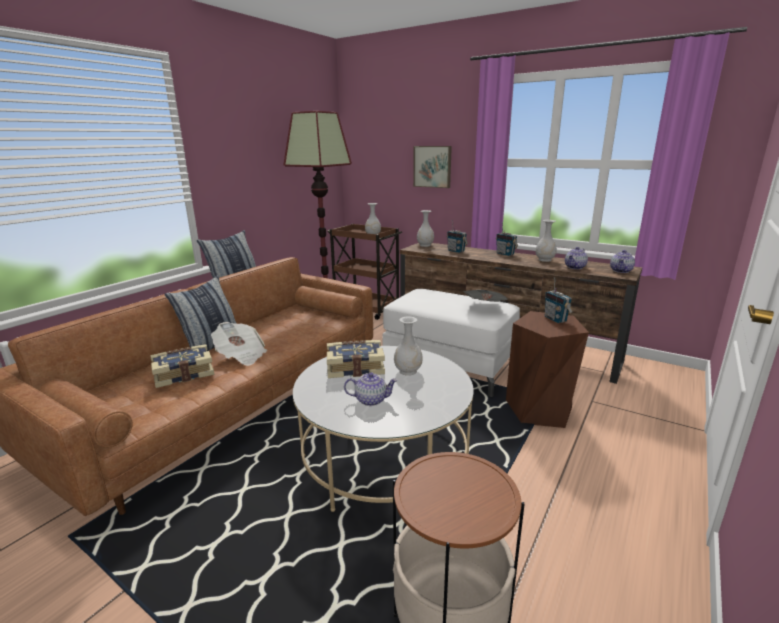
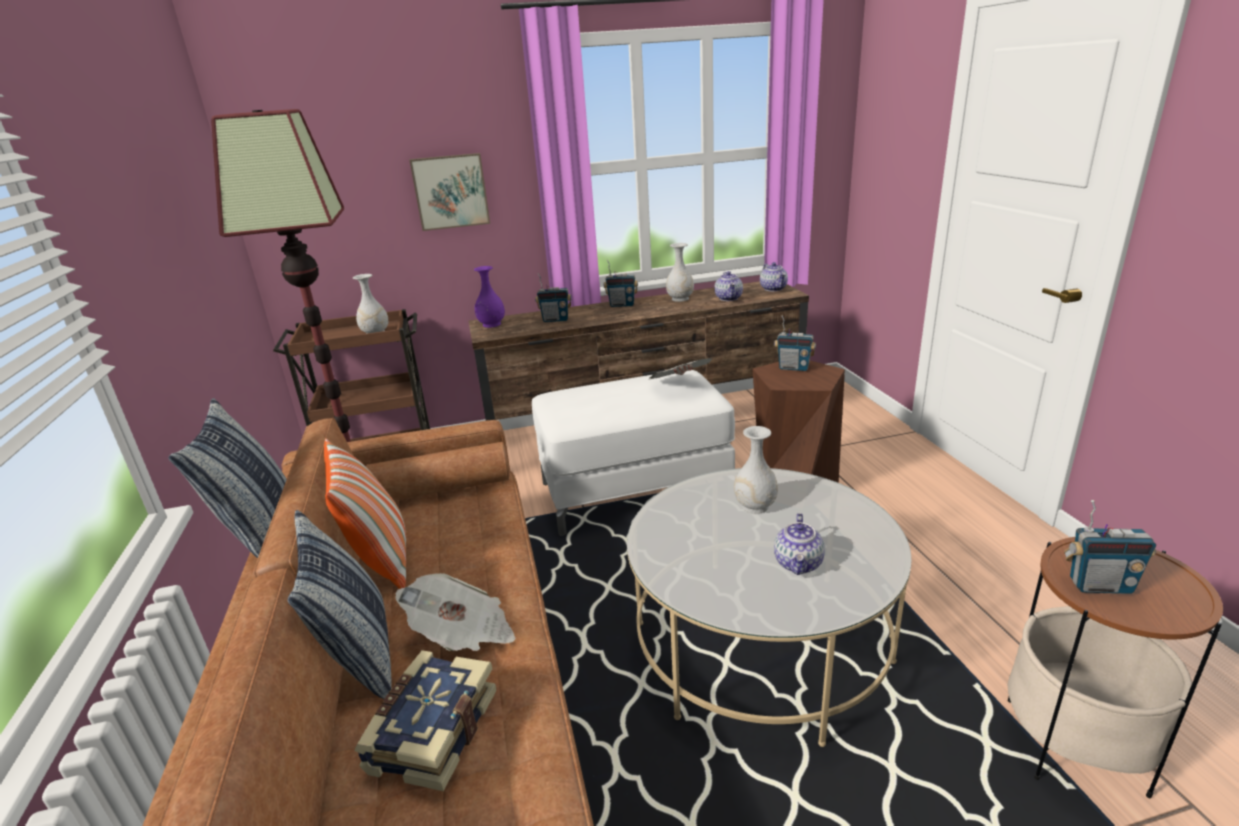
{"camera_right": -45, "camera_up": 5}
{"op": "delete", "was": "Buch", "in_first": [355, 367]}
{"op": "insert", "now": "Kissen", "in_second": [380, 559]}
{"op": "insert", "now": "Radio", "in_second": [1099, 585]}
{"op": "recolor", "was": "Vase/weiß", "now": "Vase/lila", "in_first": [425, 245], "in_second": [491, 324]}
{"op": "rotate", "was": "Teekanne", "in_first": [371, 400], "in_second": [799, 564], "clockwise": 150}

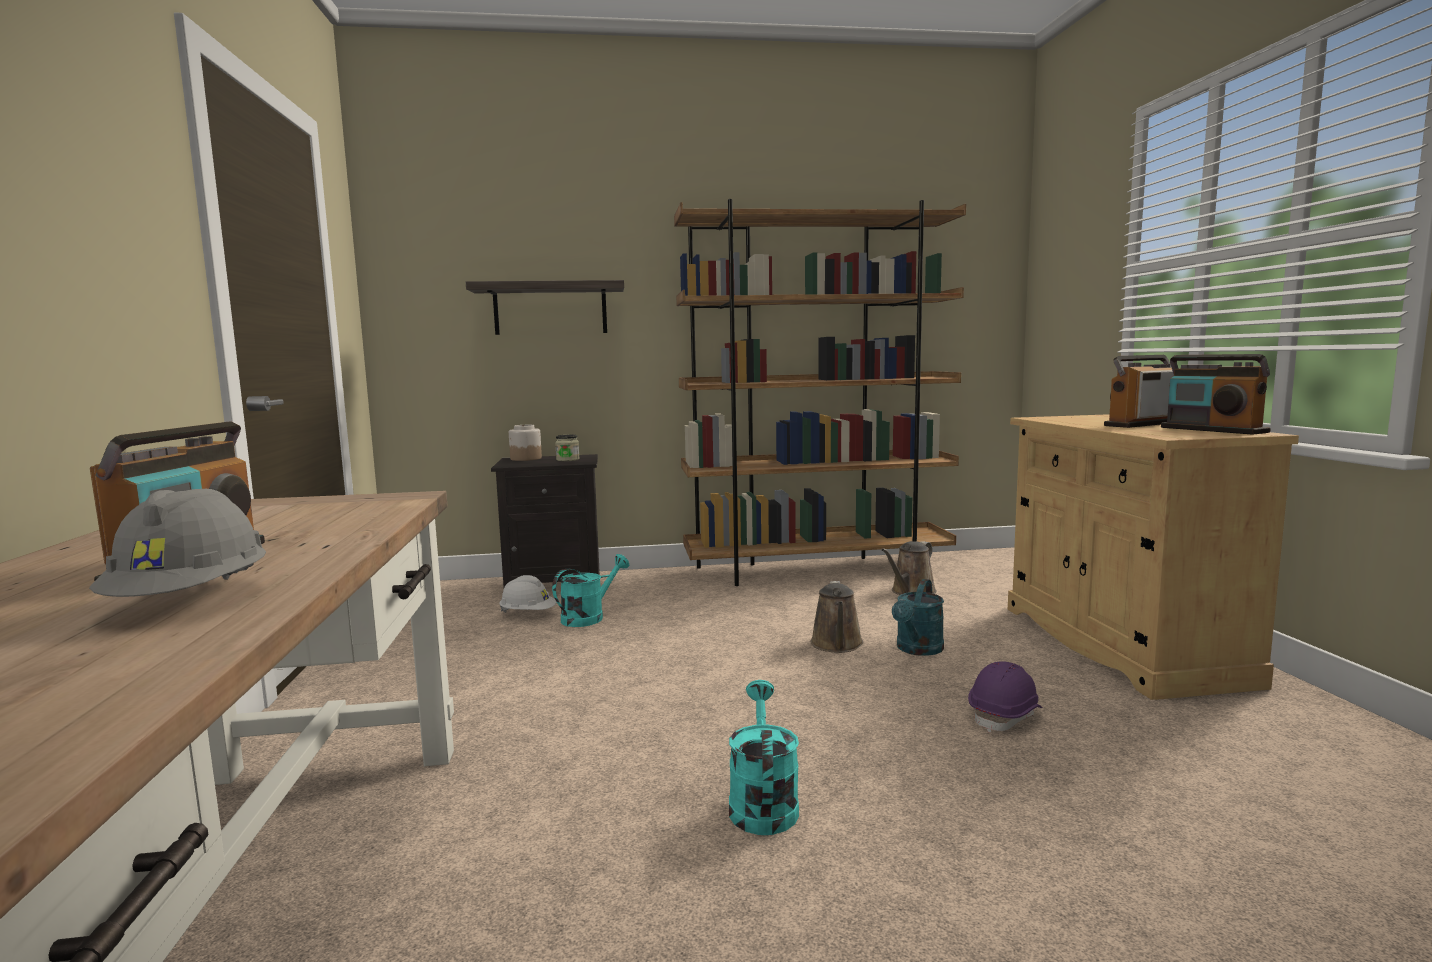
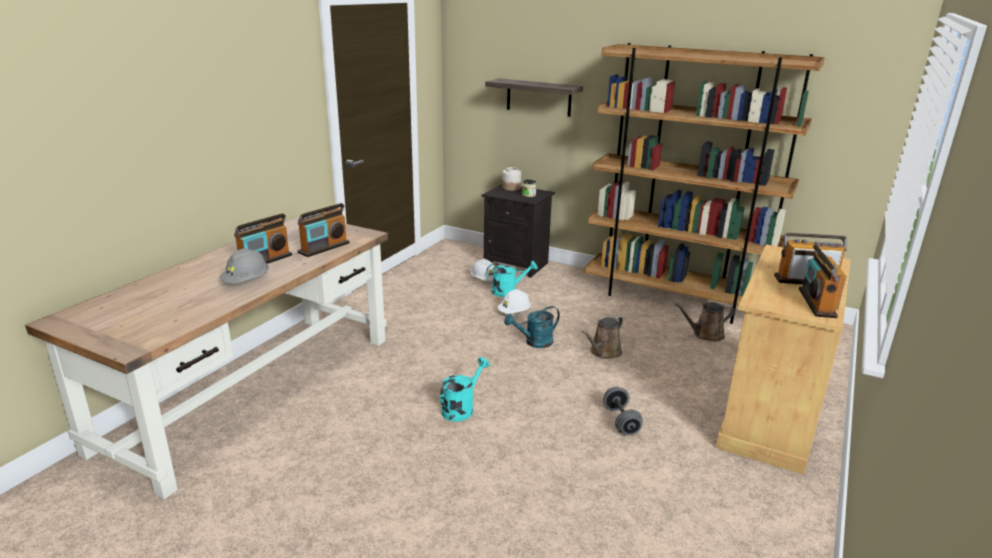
{"camera_right": 35, "camera_up": 15}
{"op": "insert", "now": "Radio", "in_second": [324, 248]}
{"op": "insert", "now": "Schutzhelm/weiß", "in_second": [514, 312]}
{"op": "move", "was": "Gießkanne/türkis", "in_first": [917, 650], "in_second": [534, 342]}
{"op": "replace", "was": "Schutzhelm/lila", "now": "Hantel/grau", "in_first": [1005, 716], "in_second": [621, 421]}

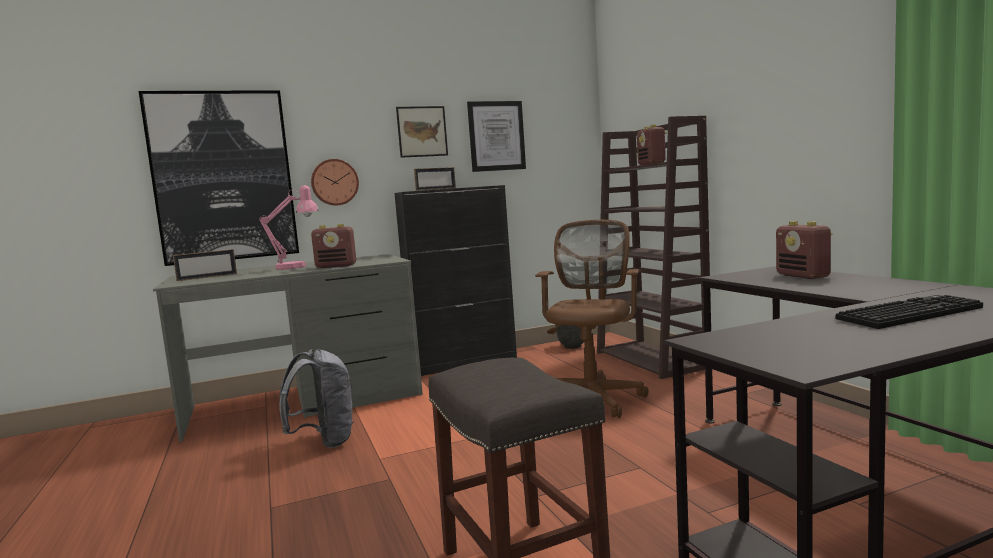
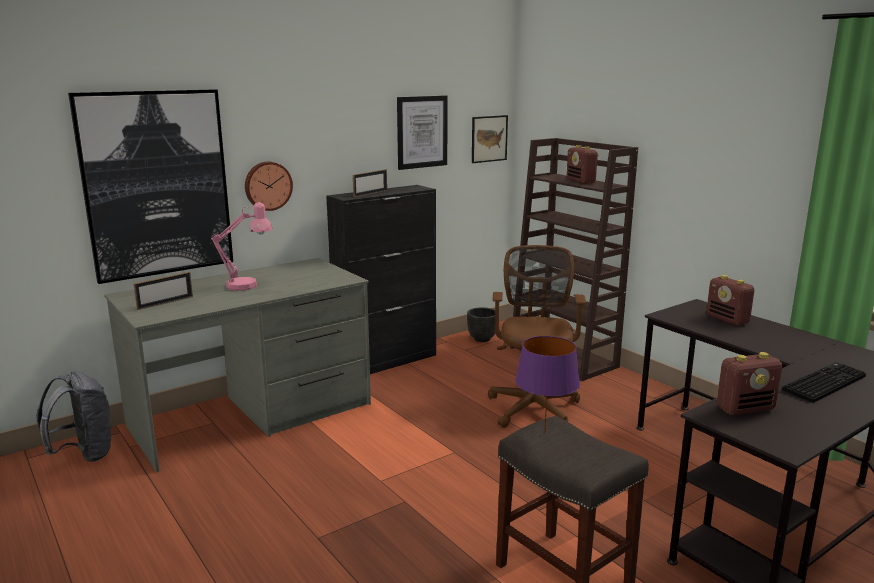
{"camera_right": -15, "camera_up": 10}
{"op": "insert", "now": "Tischlampe/lila", "in_second": [545, 434]}
{"op": "move", "was": "Rucksack/grau", "in_first": [324, 441], "in_second": [84, 454]}
{"op": "move", "was": "Radio", "in_first": [336, 266], "in_second": [745, 409]}
{"op": "move", "was": "Bild", "in_first": [422, 131], "in_second": [489, 138]}

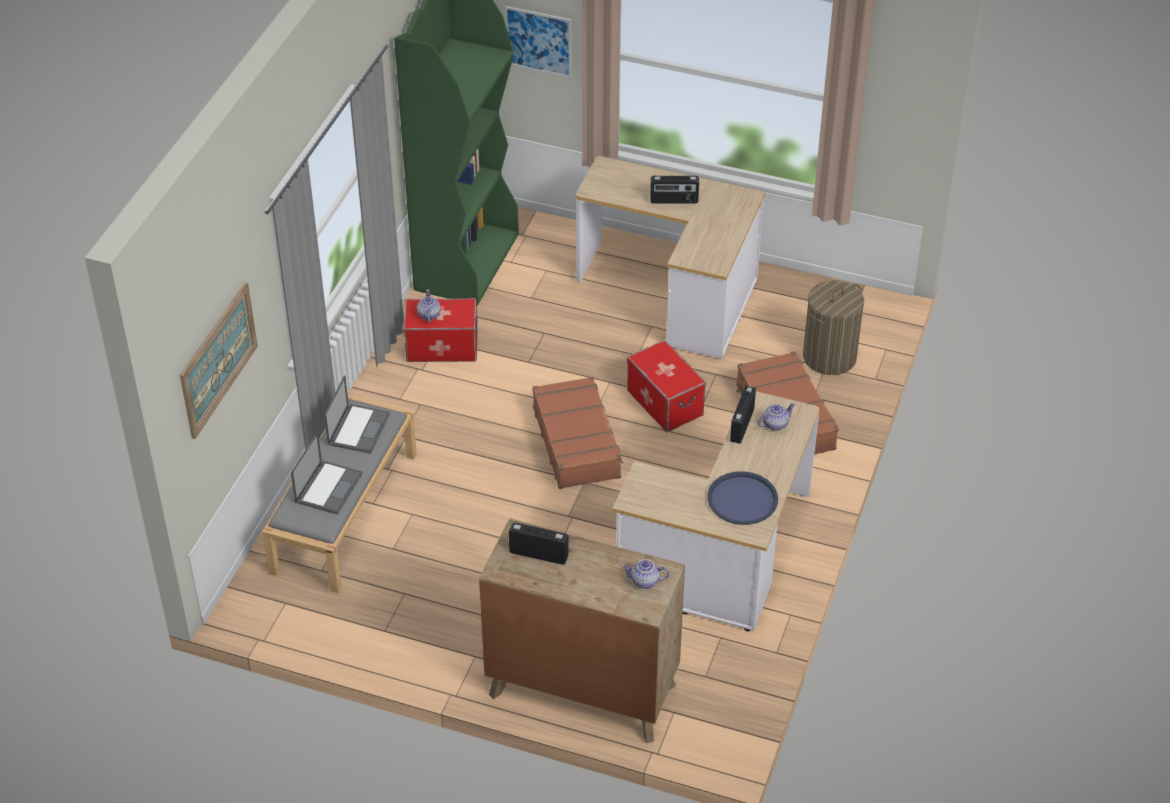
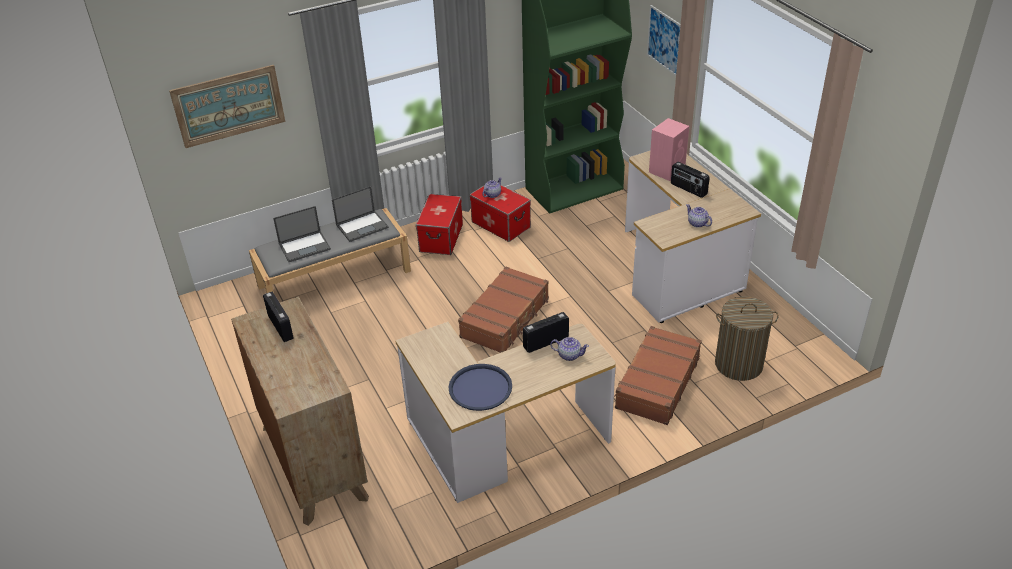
{"camera_right": 45, "camera_up": -5}
{"op": "insert", "now": "Lautsprecher/rosa", "in_second": [667, 170]}
{"op": "move", "was": "Teekanne", "in_first": [645, 581], "in_second": [697, 223]}
{"op": "move", "was": "Aufbewahrungsbox", "in_first": [665, 402], "in_second": [441, 238]}

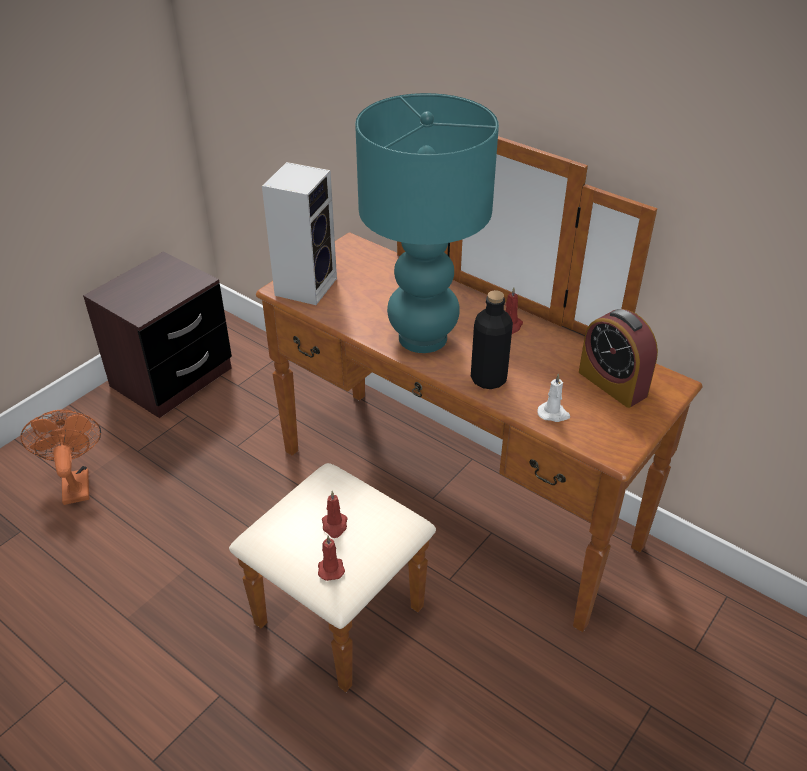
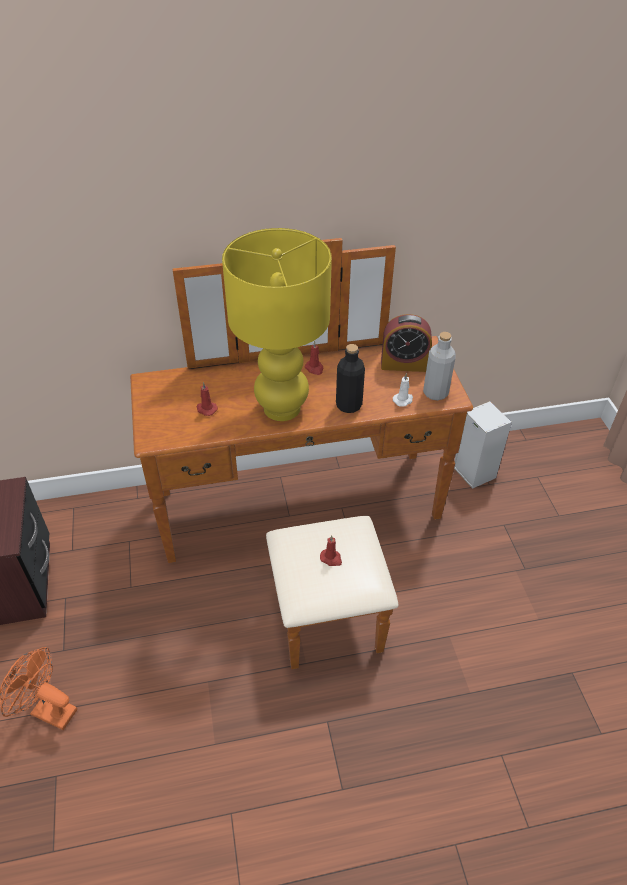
{"camera_right": -50, "camera_up": 5}
{"op": "insert", "now": "Flasche/grau", "in_second": [435, 393]}
{"op": "move", "was": "Lautsprecher", "in_first": [306, 285], "in_second": [472, 471]}
{"op": "move", "was": "Kerze/rot", "in_first": [330, 568], "in_second": [206, 409]}
{"op": "recolor", "was": "Tischlampe/türkis", "now": "Tischlampe/gelb", "in_first": [423, 337], "in_second": [281, 408]}

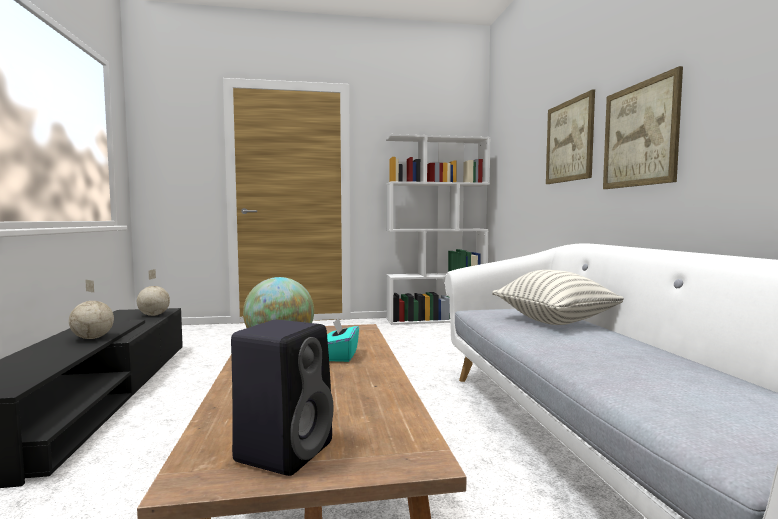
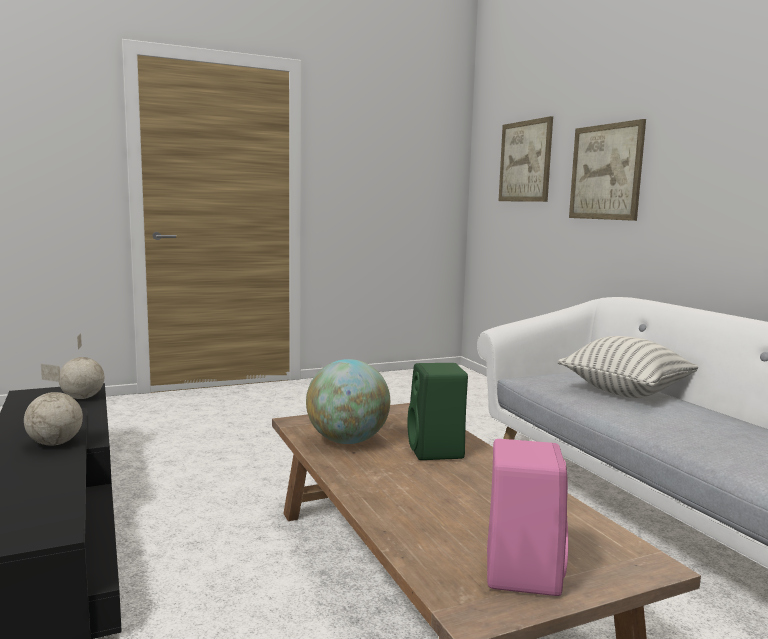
{"camera_right": -15, "camera_up": 5}
{"op": "delete", "was": "Bücherregal/weiß", "in_first": [436, 319]}
{"op": "move", "was": "Bild", "in_first": [639, 135], "in_second": [525, 161]}
{"op": "replace", "was": "Taschentuchbox/türkis", "now": "Lautsprecher/grün", "in_first": [341, 356], "in_second": [436, 451]}
{"op": "recolor", "was": "Lautsprecher/schwarz", "now": "Lautsprecher/rosa", "in_first": [285, 450], "in_second": [521, 571]}

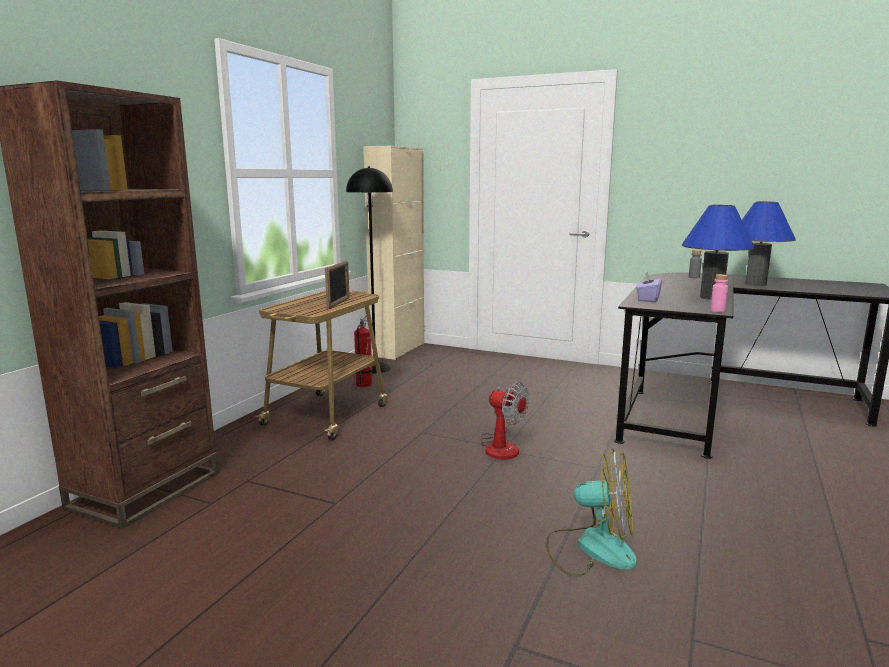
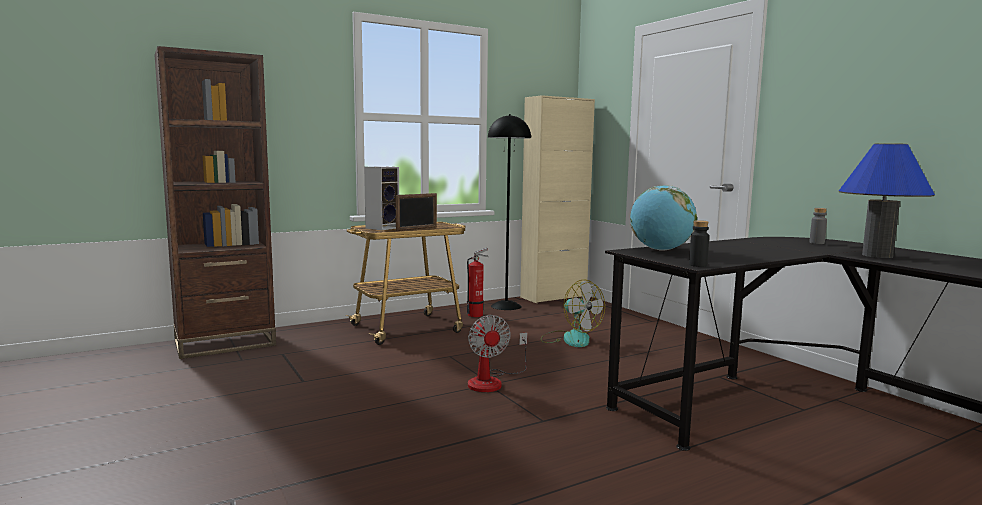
{"camera_right": 35, "camera_up": -5}
{"op": "delete", "was": "Tischlampe/blau", "in_first": [711, 297]}
{"op": "insert", "now": "Lautsprecher", "in_second": [383, 228]}
{"op": "move", "was": "Ventilator", "in_first": [591, 548], "in_second": [570, 338]}
{"op": "replace", "was": "Taschentuchbox/lila", "now": "Globus", "in_first": [647, 299], "in_second": [661, 250]}
{"op": "recolor", "was": "Flasche/rosa", "now": "Flasche/schwarz", "in_first": [717, 310], "in_second": [698, 265]}

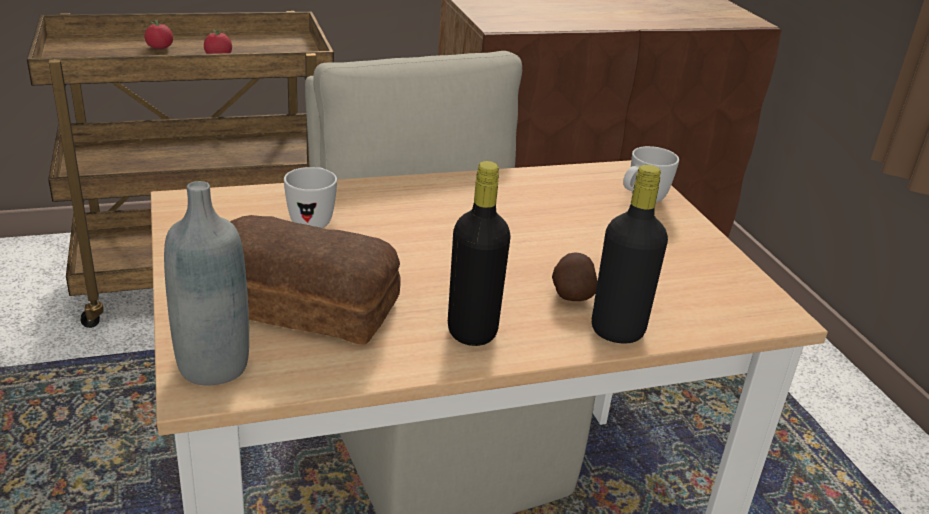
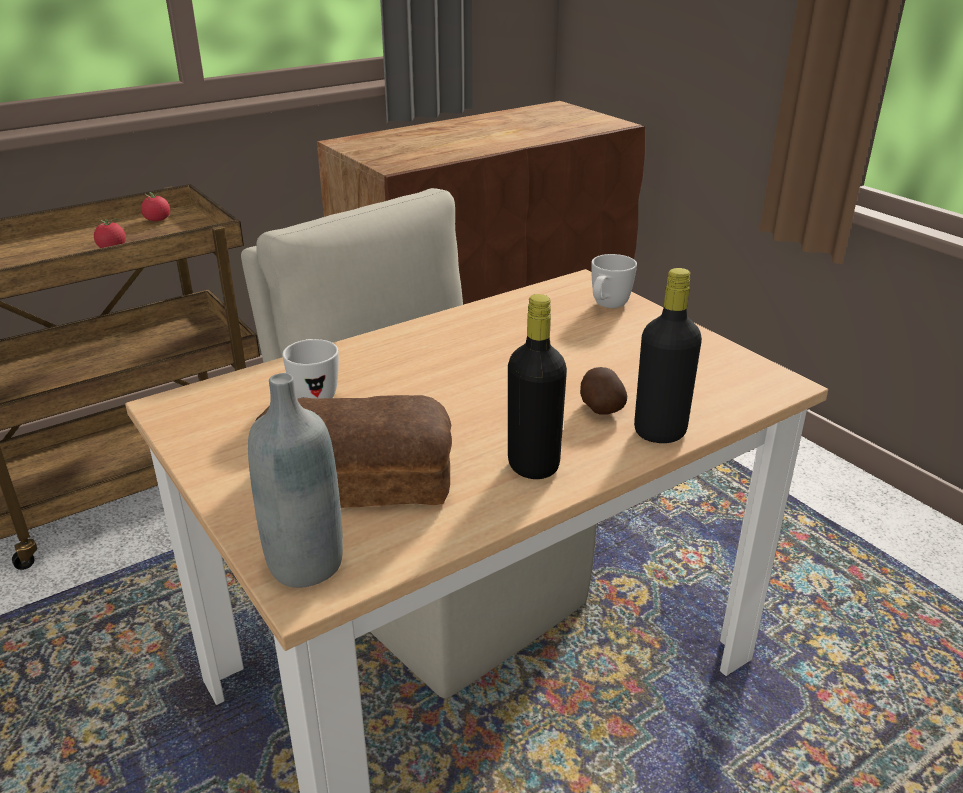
{"camera_right": -15, "camera_up": 0}
{"op": "move", "was": "Tomate", "in_first": [160, 48], "in_second": [157, 220]}

